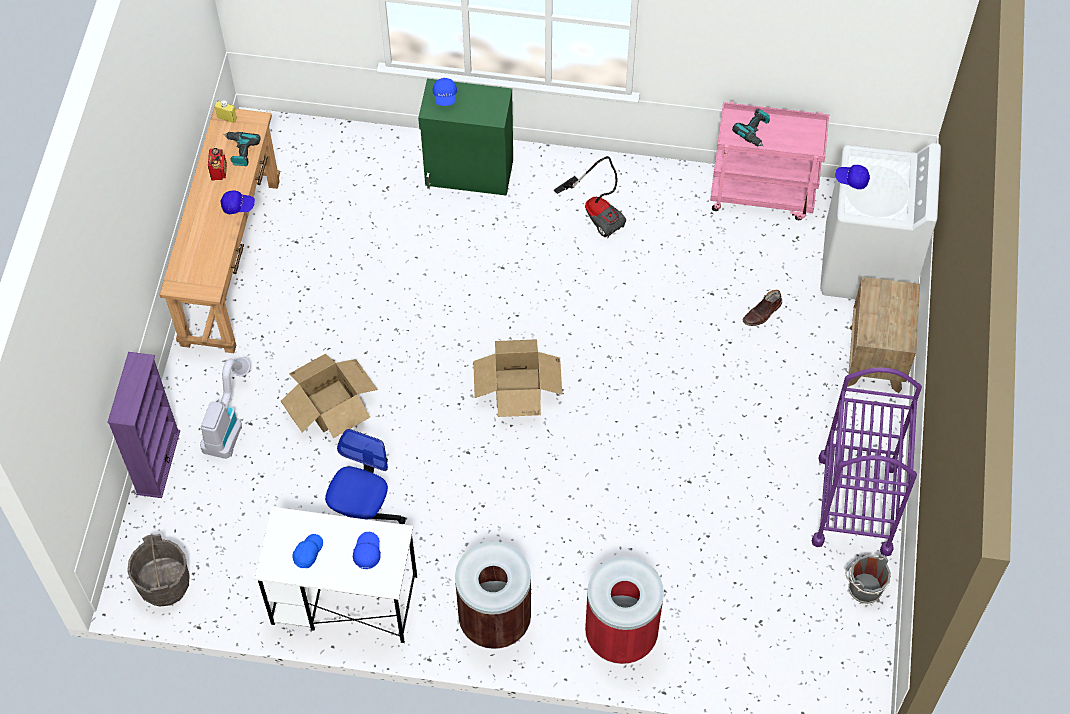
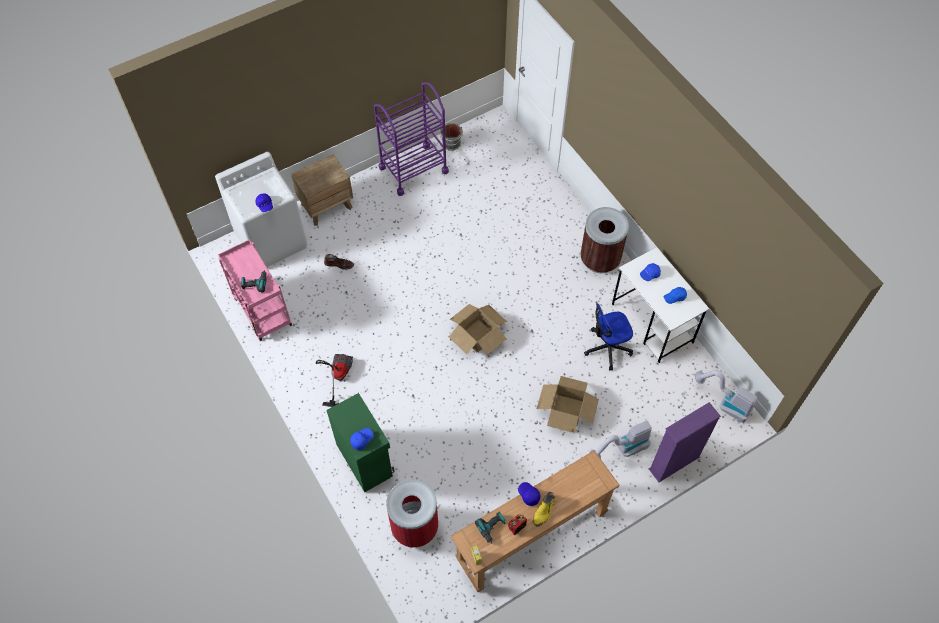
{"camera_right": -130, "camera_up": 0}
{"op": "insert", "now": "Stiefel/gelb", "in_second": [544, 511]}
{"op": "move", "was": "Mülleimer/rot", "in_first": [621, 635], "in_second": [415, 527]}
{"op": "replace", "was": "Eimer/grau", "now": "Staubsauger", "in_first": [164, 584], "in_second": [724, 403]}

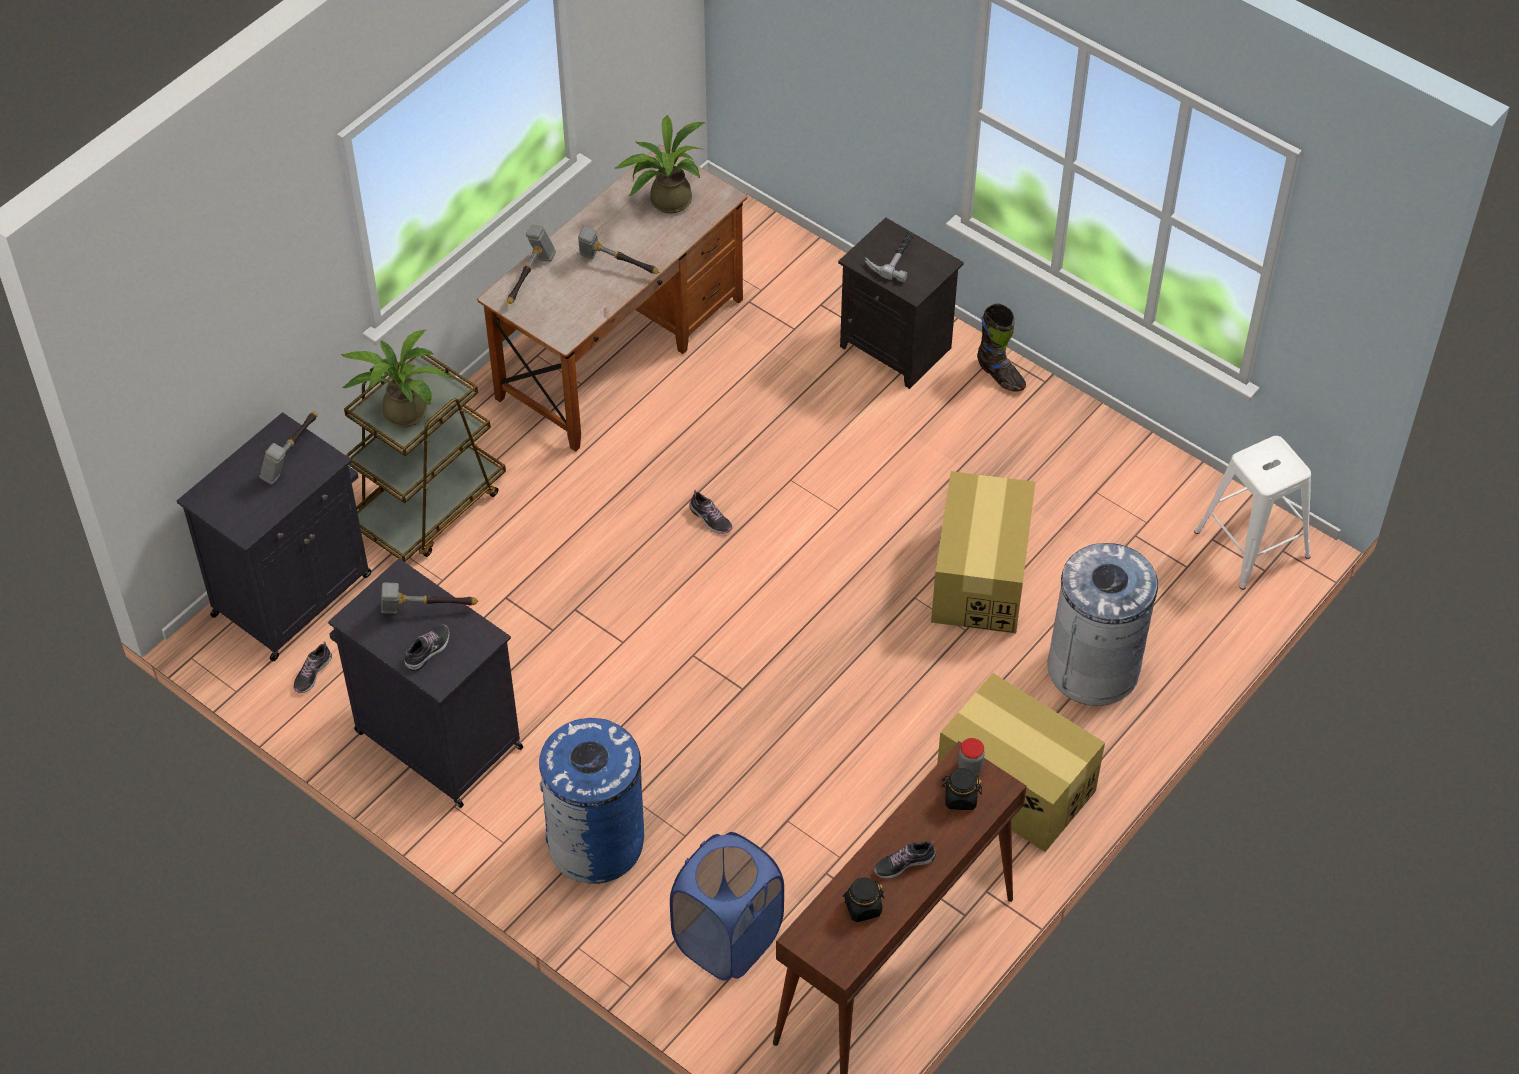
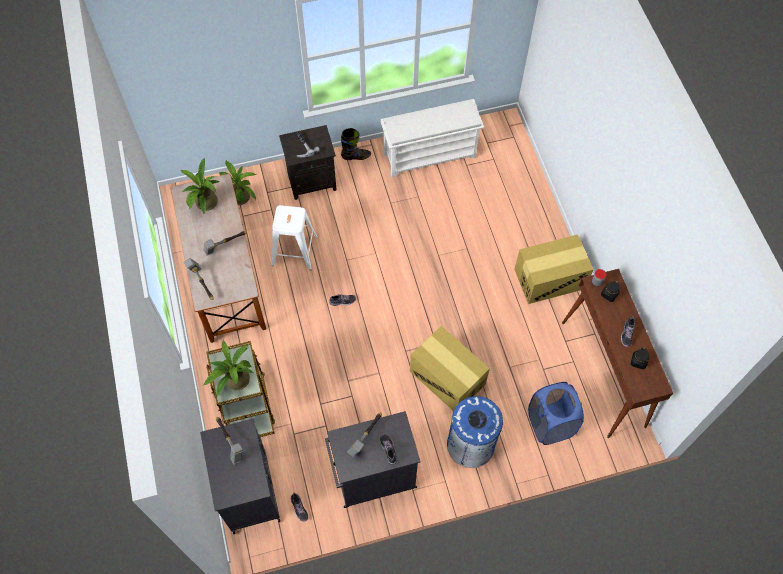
{"camera_right": -55, "camera_up": 10}
{"op": "delete", "was": "Mülleimer/grau", "in_first": [1094, 668]}
{"op": "insert", "now": "Topfpflanze", "in_second": [240, 195]}
{"op": "insert", "now": "Schuhregal/weiß", "in_second": [430, 154]}
{"op": "move", "was": "Karton", "in_first": [980, 577], "in_second": [447, 378]}
{"op": "move", "was": "Hocker/weiß", "in_first": [1252, 545], "in_second": [295, 251]}

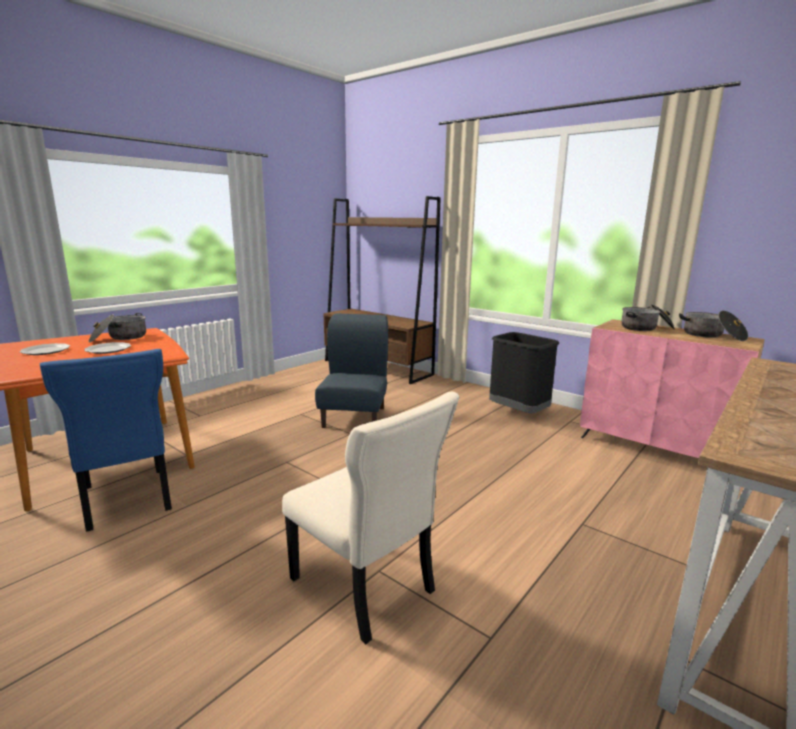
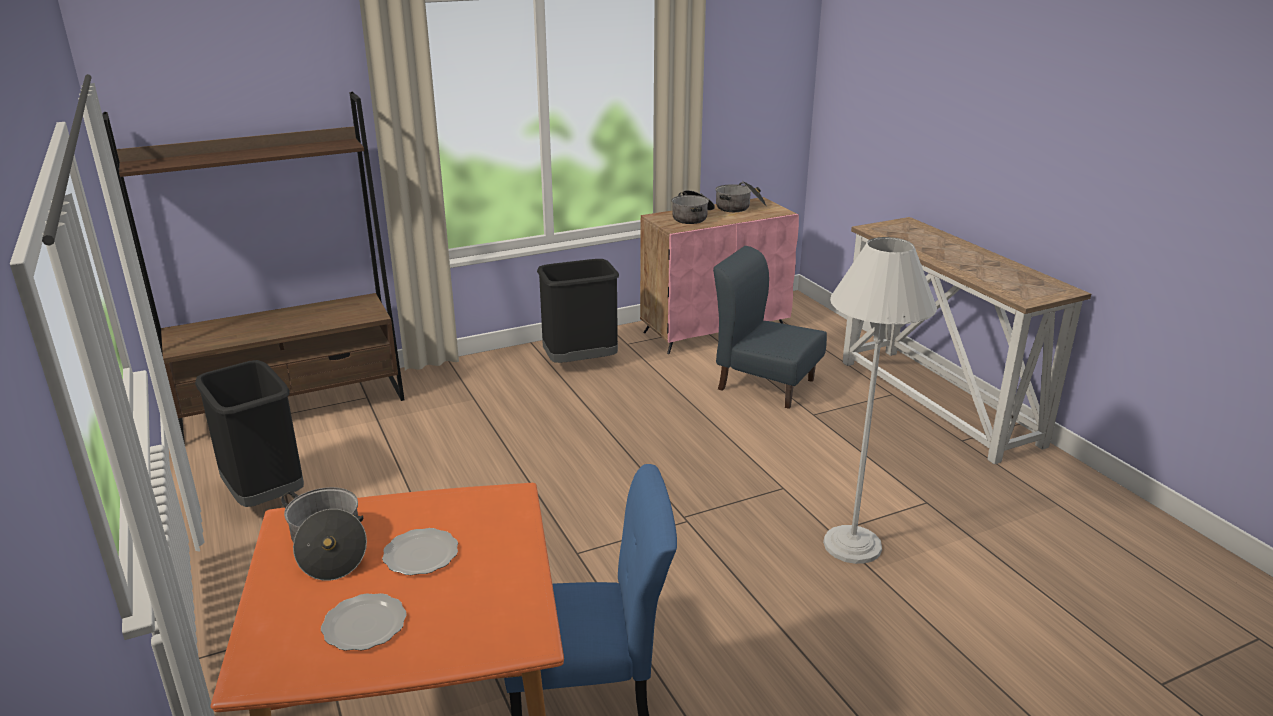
{"camera_right": -65, "camera_up": 10}
{"op": "insert", "now": "Mülleimer/schwarz", "in_second": [264, 495]}
{"op": "move", "was": "Stuhl/blau", "in_first": [355, 417], "in_second": [765, 384]}
{"op": "replace", "was": "Stuhl/beige", "now": "Stehlampe/weiß", "in_first": [365, 588], "in_second": [852, 545]}

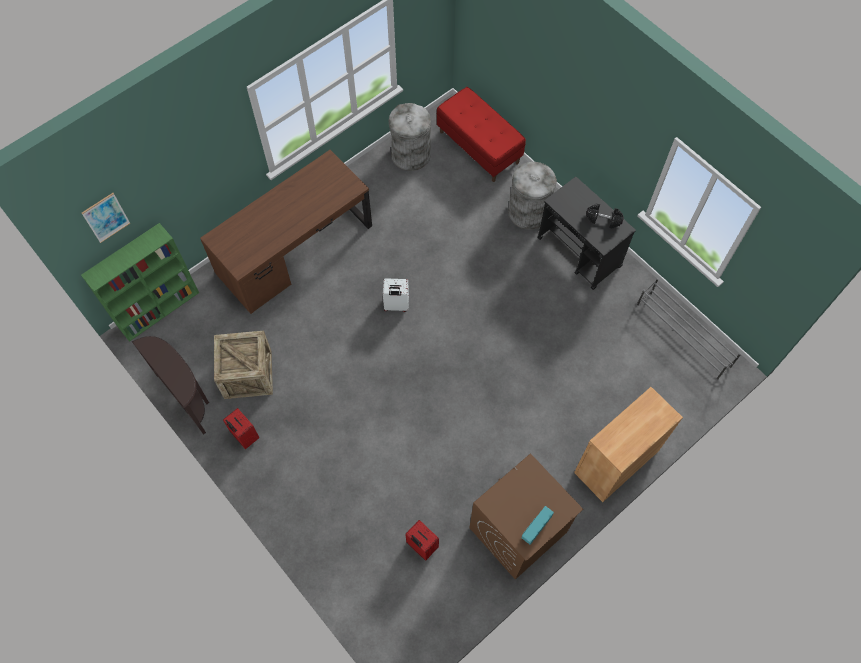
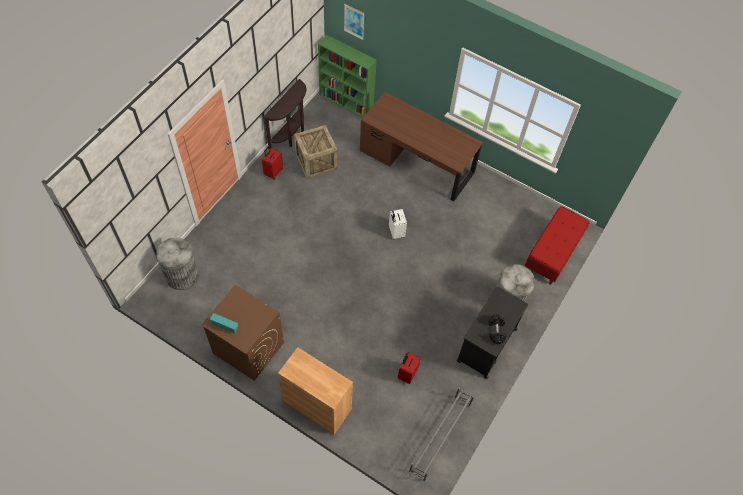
{"camera_right": 70, "camera_up": -5}
{"op": "move", "was": "Mülleimer/grau", "in_first": [410, 154], "in_second": [182, 275]}
{"op": "move", "was": "Koffer/rot", "in_first": [421, 546], "in_second": [407, 374]}

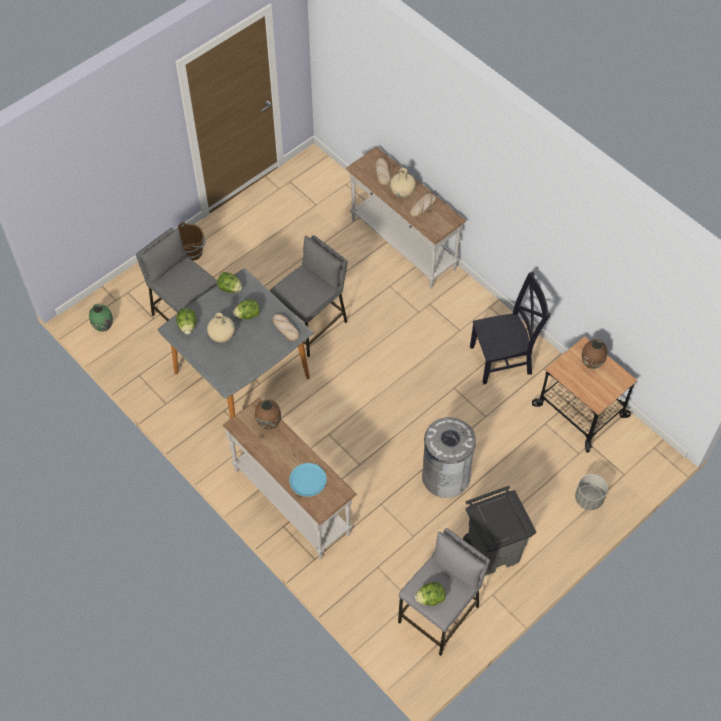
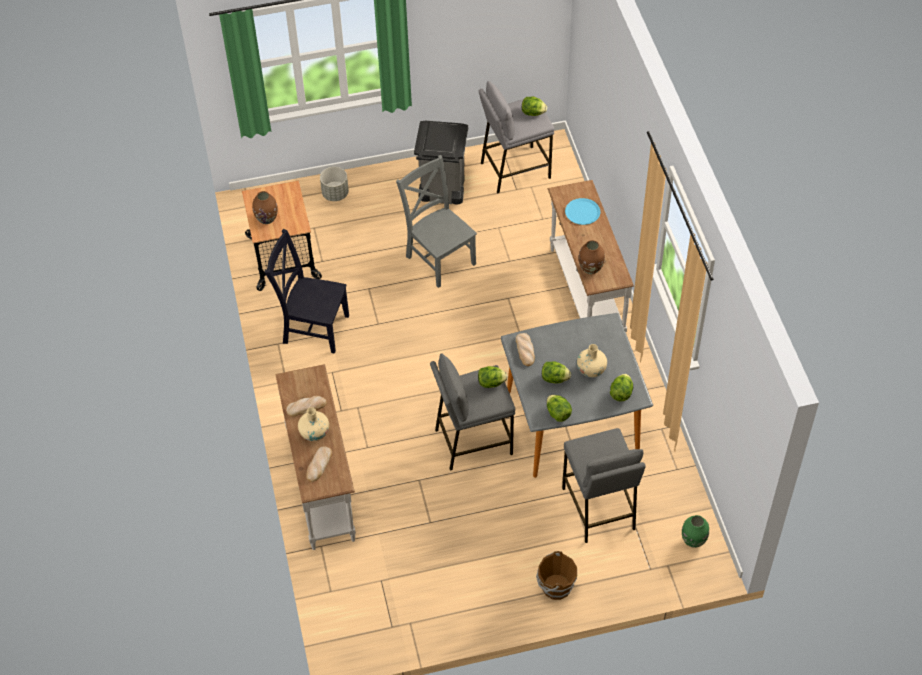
{"camera_right": -150, "camera_up": -5}
{"op": "insert", "now": "Salatkopf", "in_second": [491, 383]}
{"op": "replace", "was": "Mülleimer/grau", "now": "Stuhl/grau", "in_first": [445, 476], "in_second": [439, 258]}

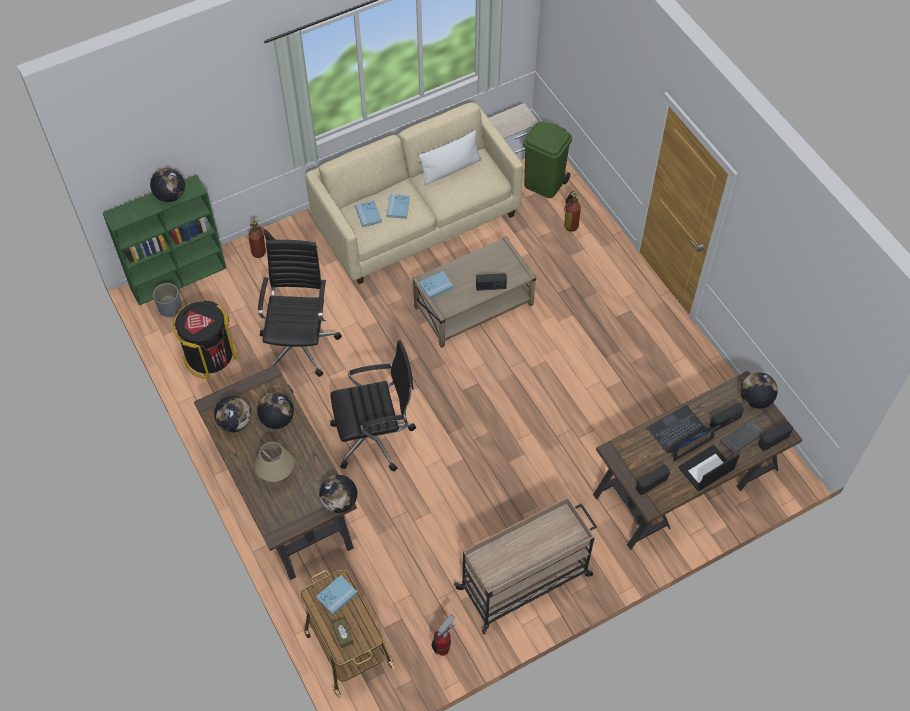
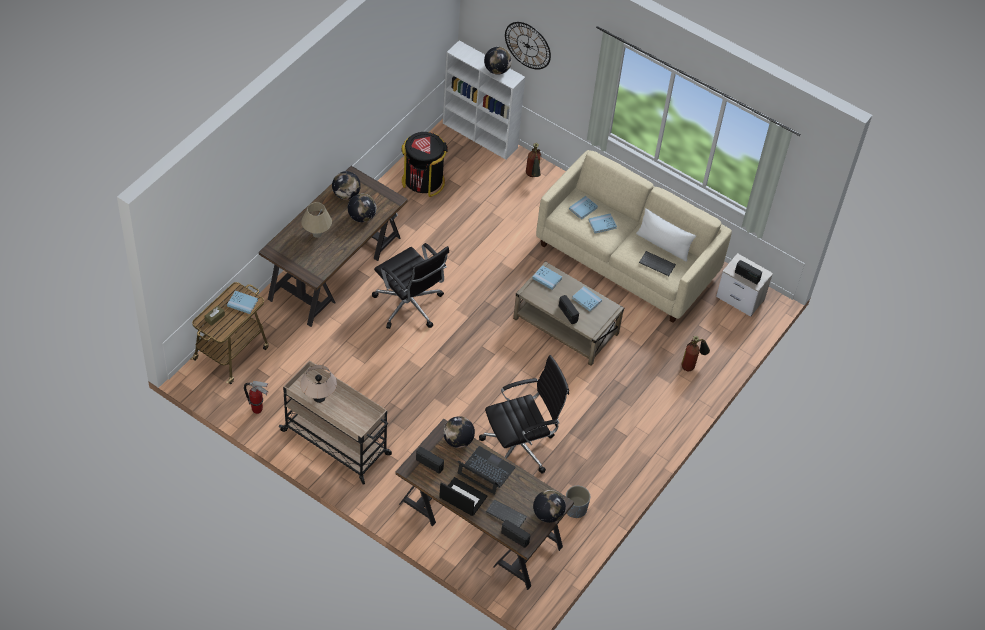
{"camera_right": 60, "camera_up": -5}
{"op": "delete", "was": "Mülleimer/grün", "in_first": [544, 184]}
{"op": "insert", "now": "Tischlampe/beige", "in_second": [319, 398]}
{"op": "insert", "now": "Wanduhr", "in_second": [527, 45]}
{"op": "insert", "now": "Buch/blau", "in_second": [586, 299]}
{"op": "insert", "now": "Tastatur", "in_second": [657, 264]}
{"op": "move", "was": "Pflanzkübel/grau", "in_first": [170, 308], "in_second": [575, 509]}
{"op": "move", "was": "Bürostuhl/schwarz", "in_first": [300, 343], "in_second": [520, 446]}
{"op": "move", "was": "Globus", "in_first": [339, 502], "in_second": [458, 440]}
{"op": "move", "was": "Radio", "in_first": [725, 421], "in_second": [747, 276]}
{"op": "recolor", "was": "Bücherregal/grün", "now": "Bücherregal/weiß", "in_first": [179, 277], "in_second": [480, 135]}

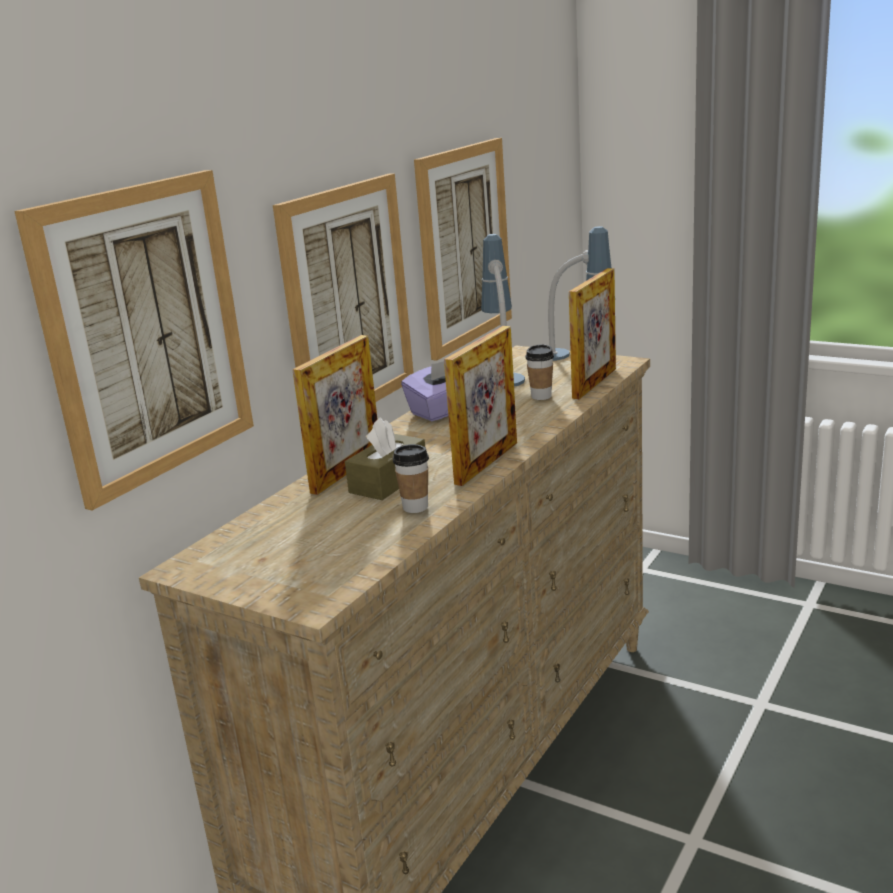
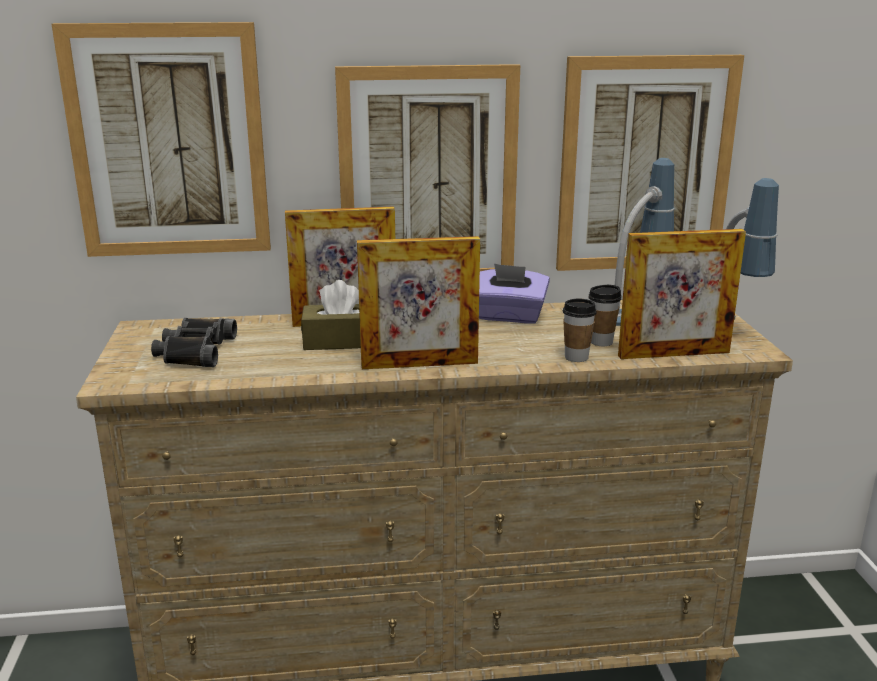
{"camera_right": 50, "camera_up": 0}
{"op": "insert", "now": "Fernglas/schwarz", "in_second": [194, 351]}
{"op": "move", "was": "Tasse", "in_first": [415, 507], "in_second": [576, 357]}

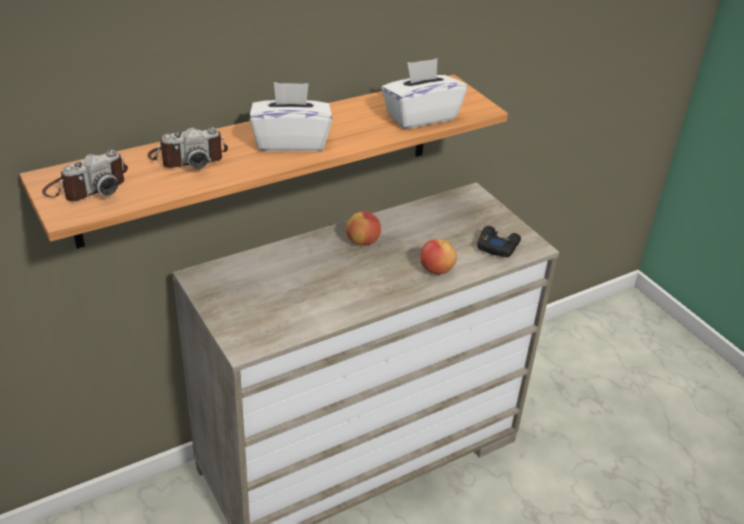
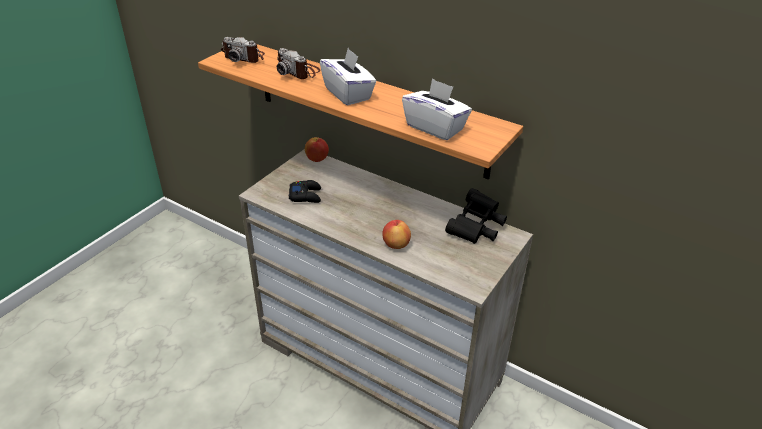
{"camera_right": 65, "camera_up": 0}
{"op": "insert", "now": "Fernglas/schwarz", "in_second": [476, 228]}
{"op": "move", "was": "Apfel", "in_first": [363, 241], "in_second": [317, 159]}
{"op": "move", "was": "Gamepad/schwarz", "in_first": [497, 246], "in_second": [305, 195]}

